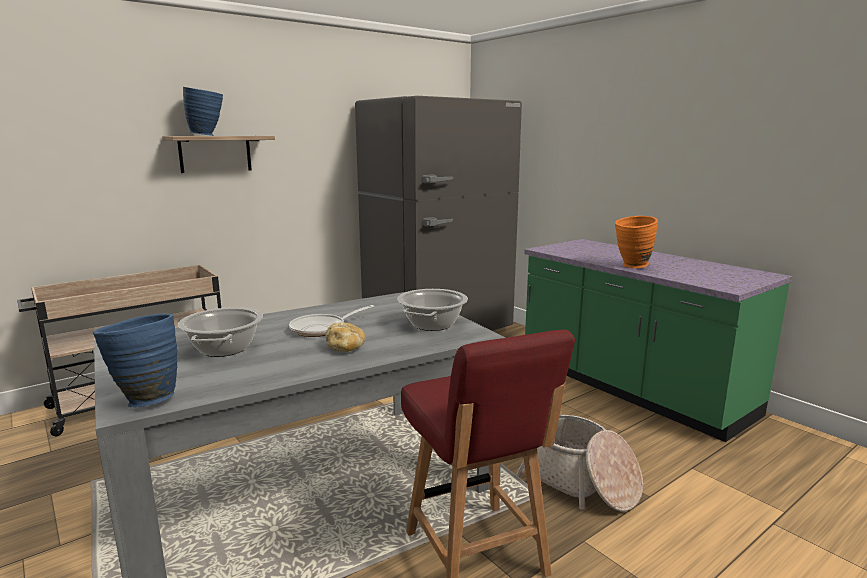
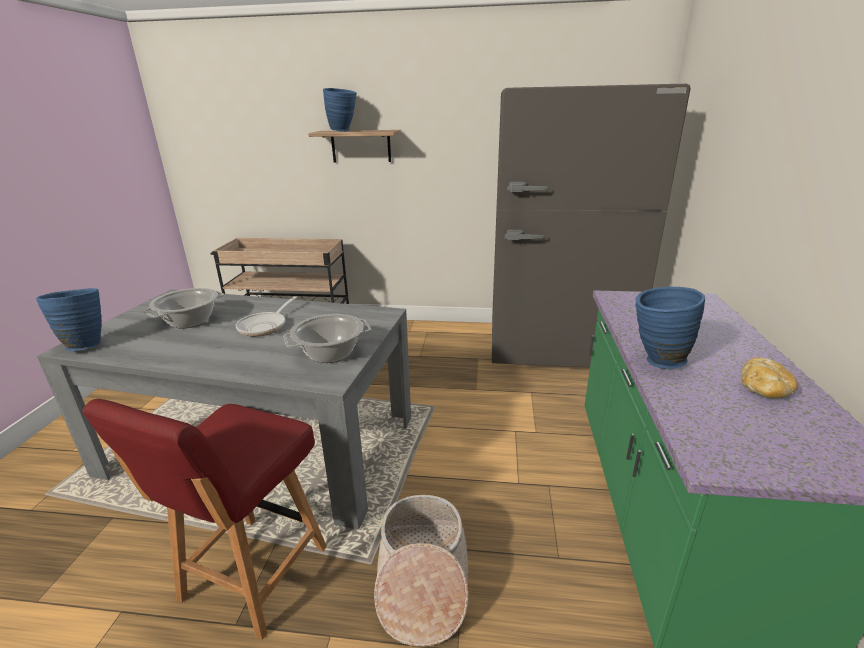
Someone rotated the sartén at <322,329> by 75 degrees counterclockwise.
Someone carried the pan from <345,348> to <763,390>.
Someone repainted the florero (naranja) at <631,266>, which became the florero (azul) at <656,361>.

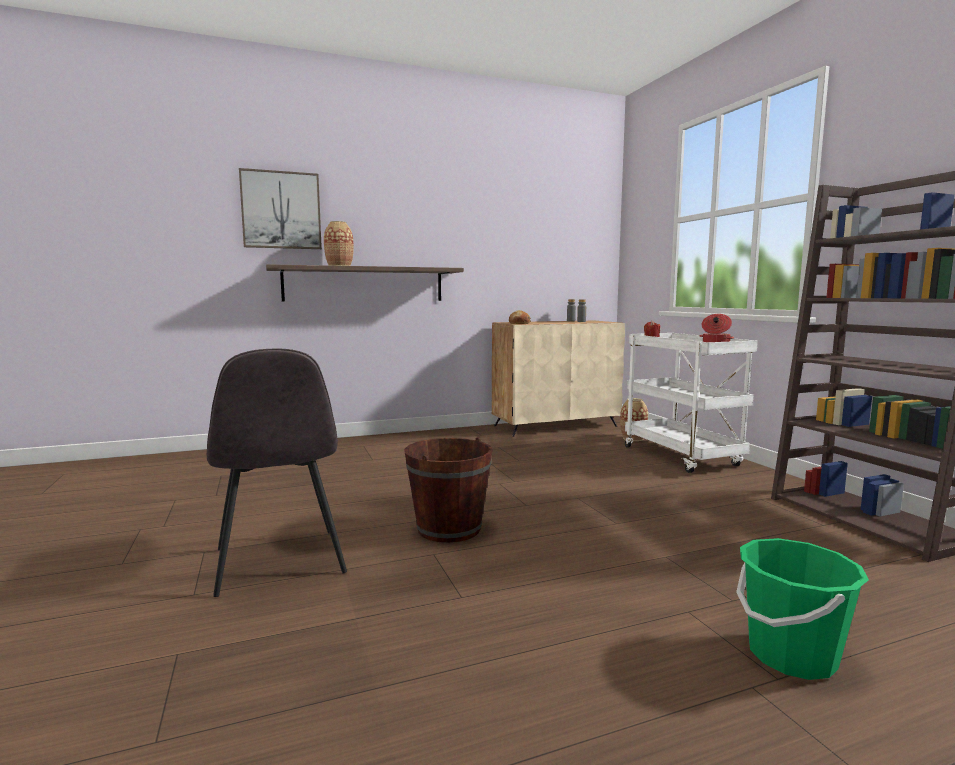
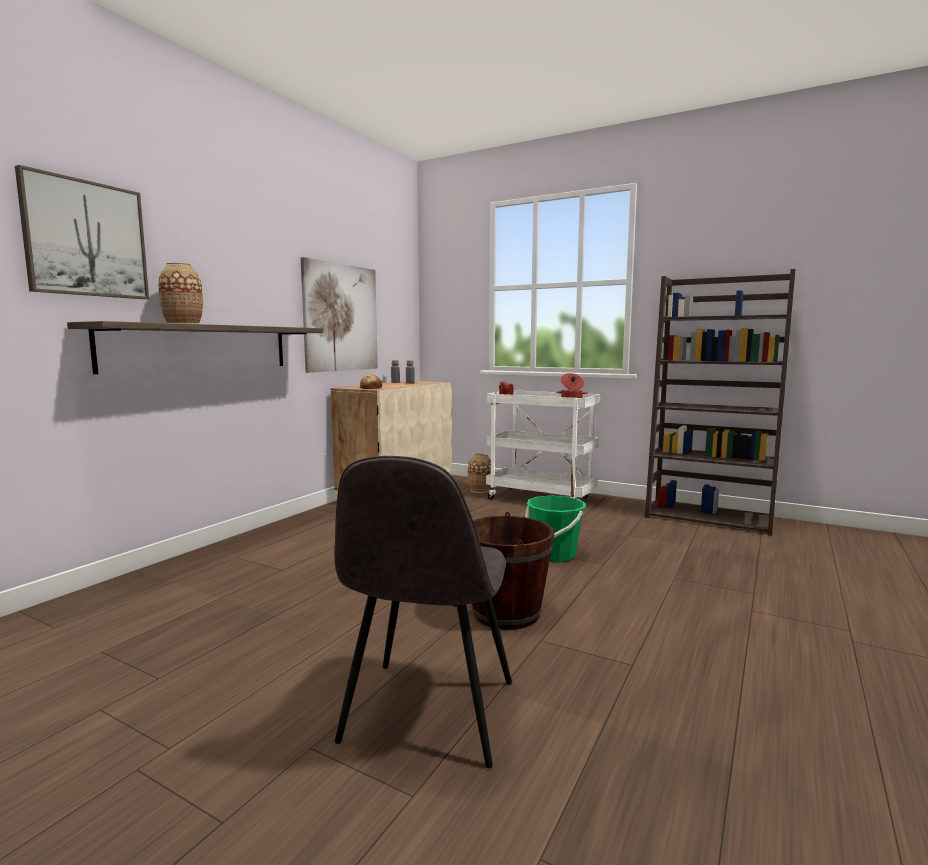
Someone rotated the silla (gris) at <279,563> by 75 degrees clockwise.
Someone carried the cubo (verde) from <791,655> to <554,555>.
Someone put up the cuadro at <341,318>.

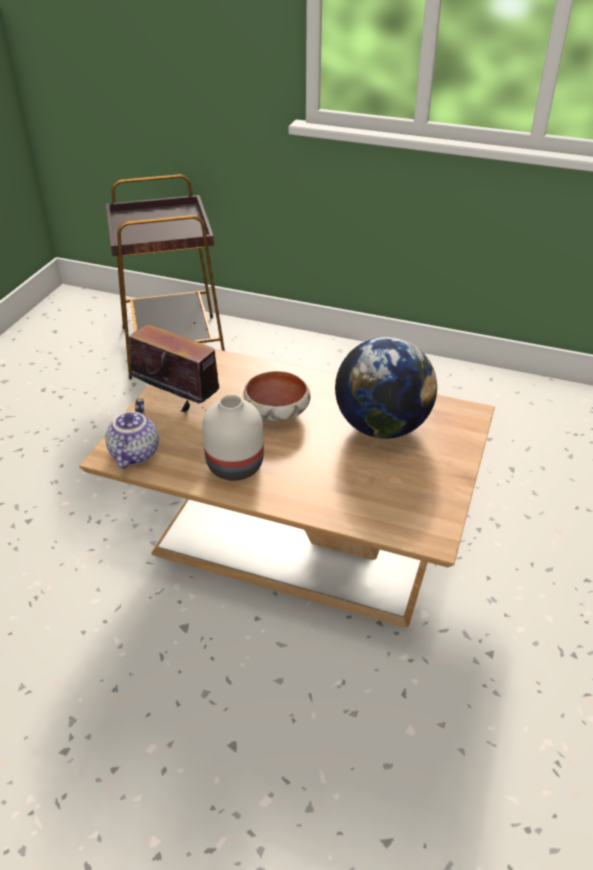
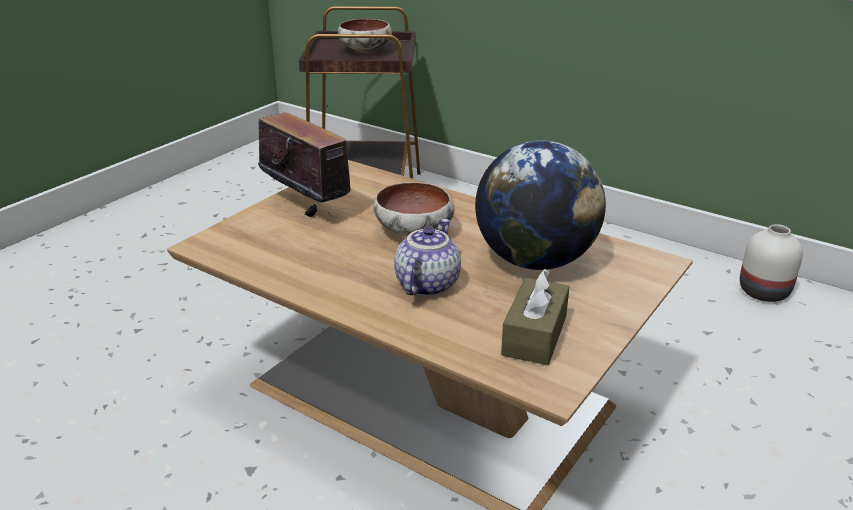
Someone carried the tetera from <133,453> to <426,284>.
Someone carried the florero (blanco) from <237,465> to <765,292>.
Someone put down the cuenco at <366,51>.
Someone put down the caja de pañuelos (marrón) at <534,335>.

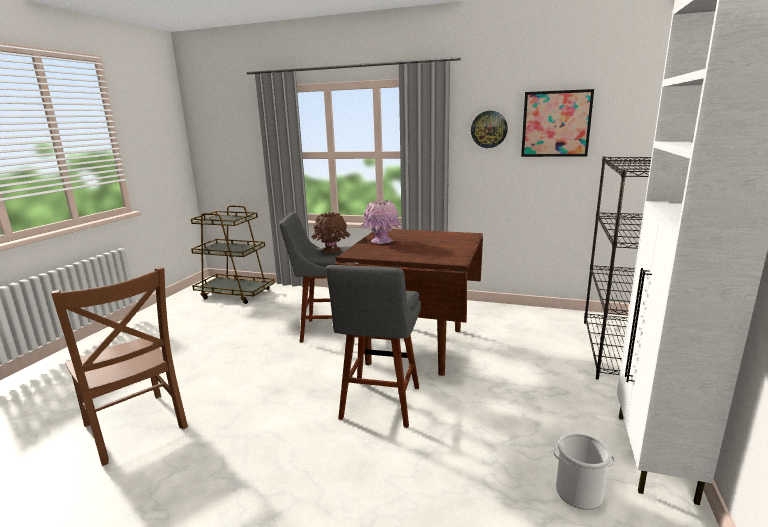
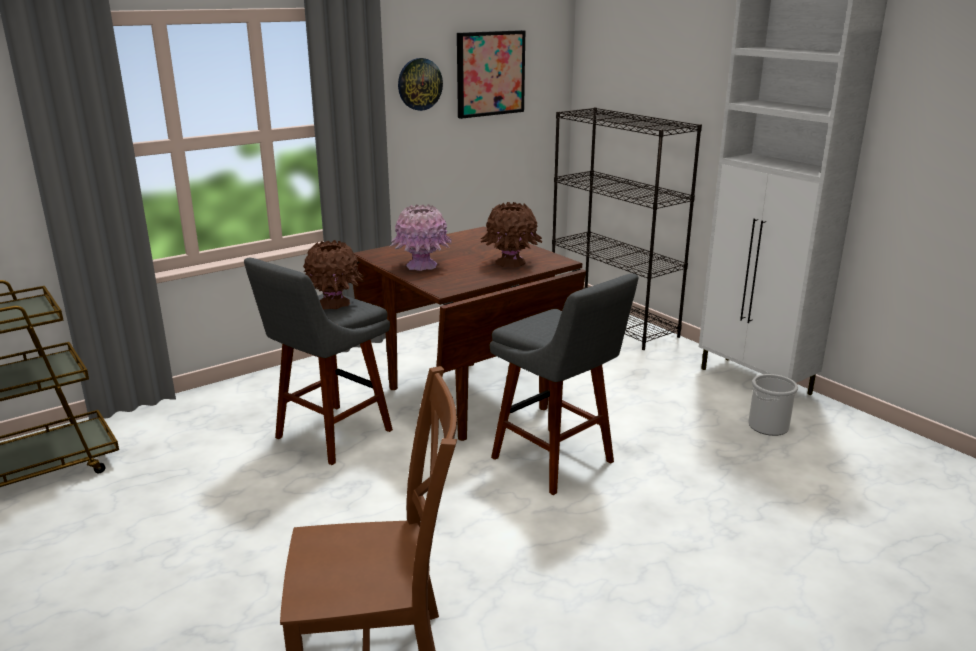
Someone put down the florero (marrón) at <511,263>.

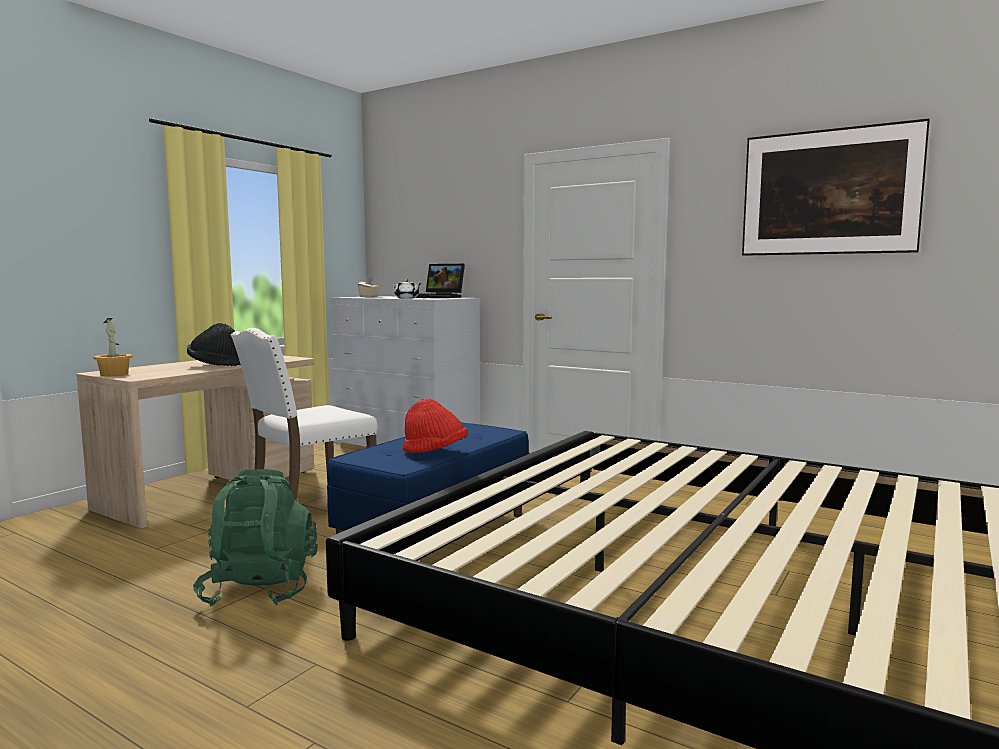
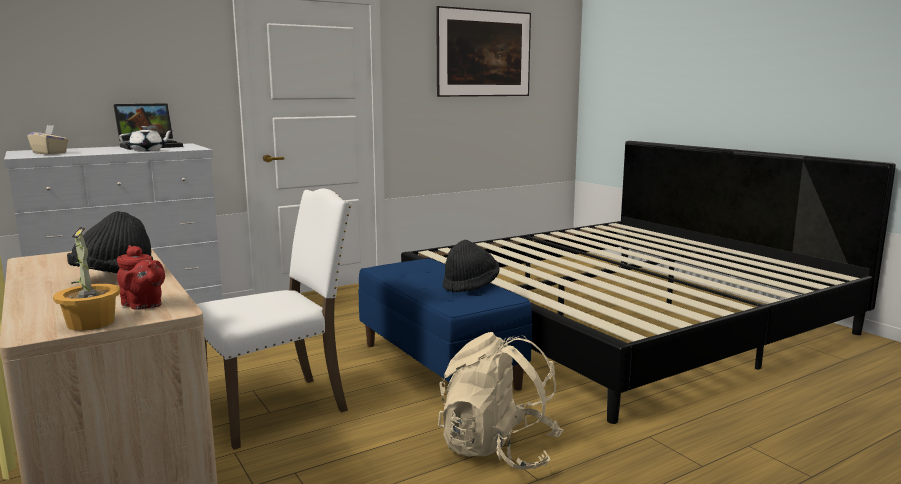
Someone repainted the mochila (verde) at <260,589>, which became the mochila (beis) at <498,450>.
Someone rotated the silla (blanco) at <310,504> by 105 degrees counterclockwise.
Someone repainted the sombrero (rojo) at <435,452>, which became the sombrero (negro) at <470,286>.
Someone put down the tetera (rojo) at <143,305>.

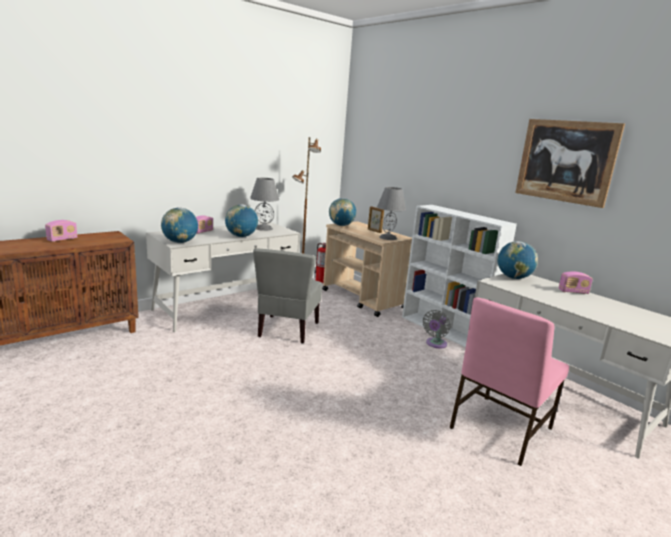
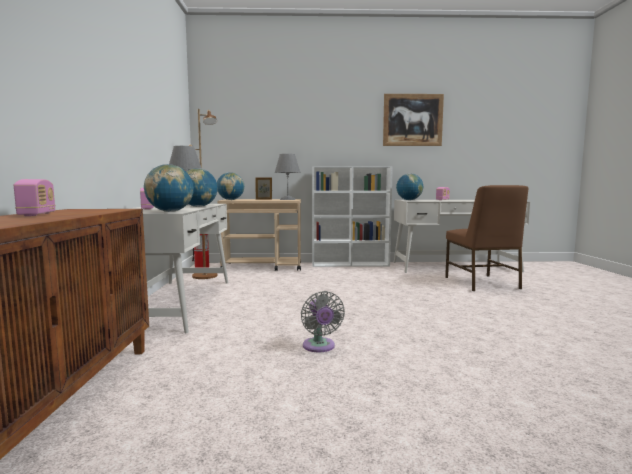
Someone took away the silla (gris) at <287,329>.
Someone carried the ventilador (gris) from <435,344> to <319,347>.
Someone repainted the silla (rosa) at <499,428>, which became the silla (marrón) at <481,283>.

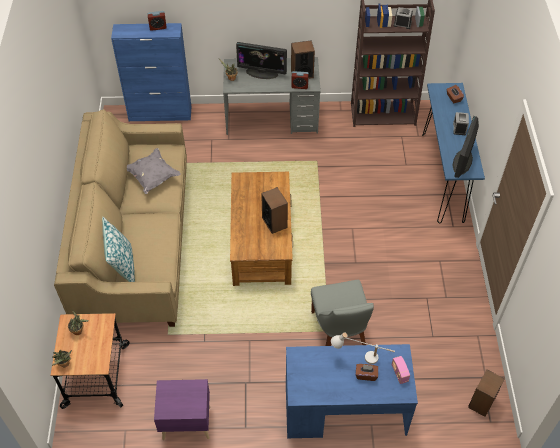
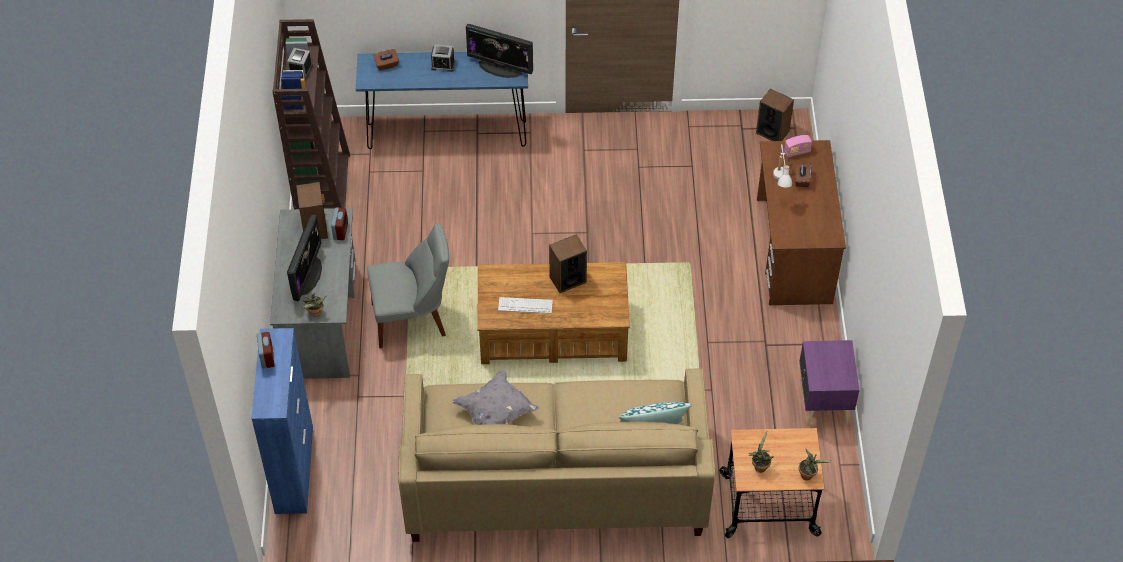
Someone repainted the escritorio (azul) at <344,410>, which became the escritorio (marrón) at <793,251>.
Someone carried the silla (gris) from <339,333> to <412,319>.
Someone put down the teclado at <525,306>.

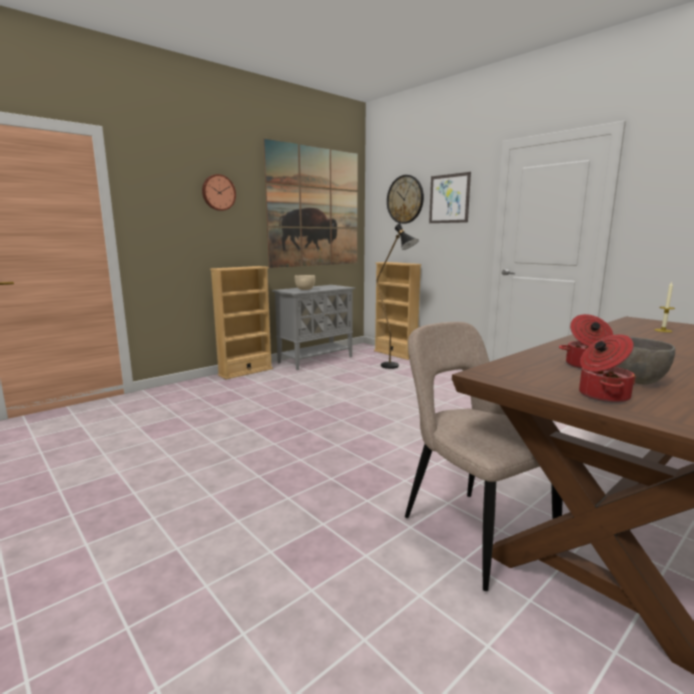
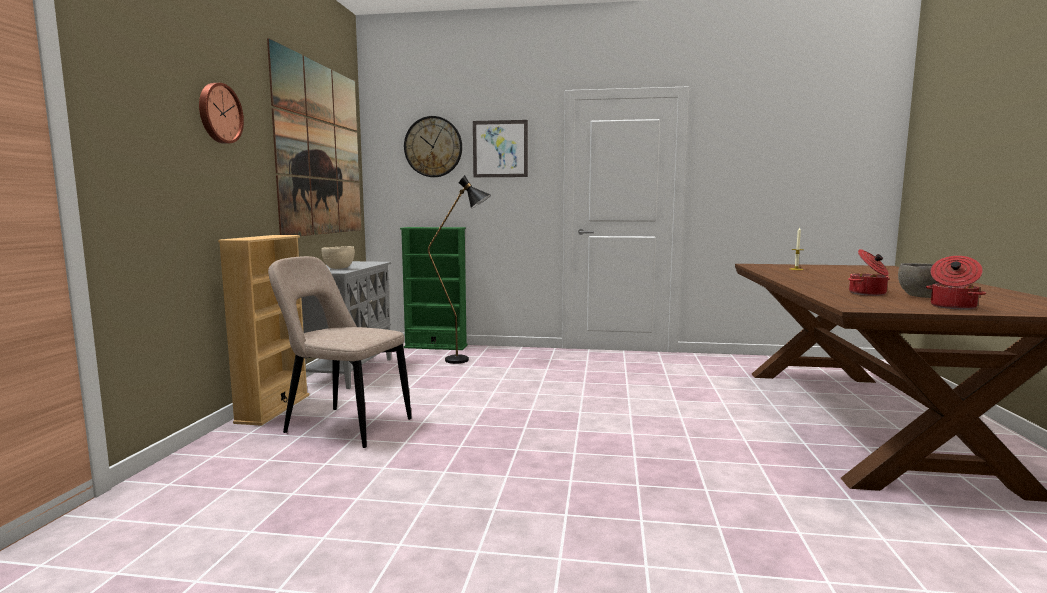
Someone repainted the estantería (beis) at <395,354>, which became the estantería (verde) at <436,346>.
Someone carried the silla (beis) from <471,531> to <343,426>.

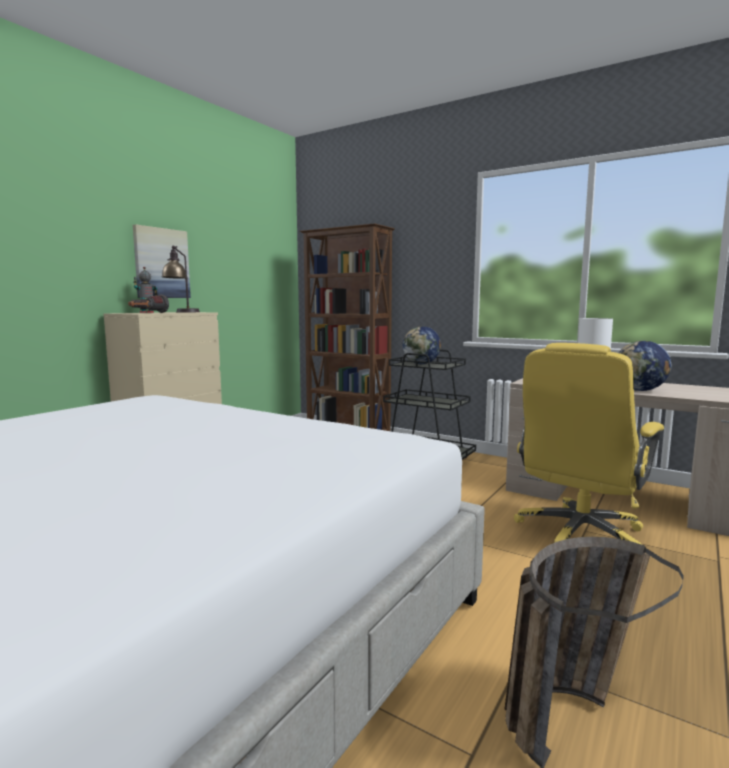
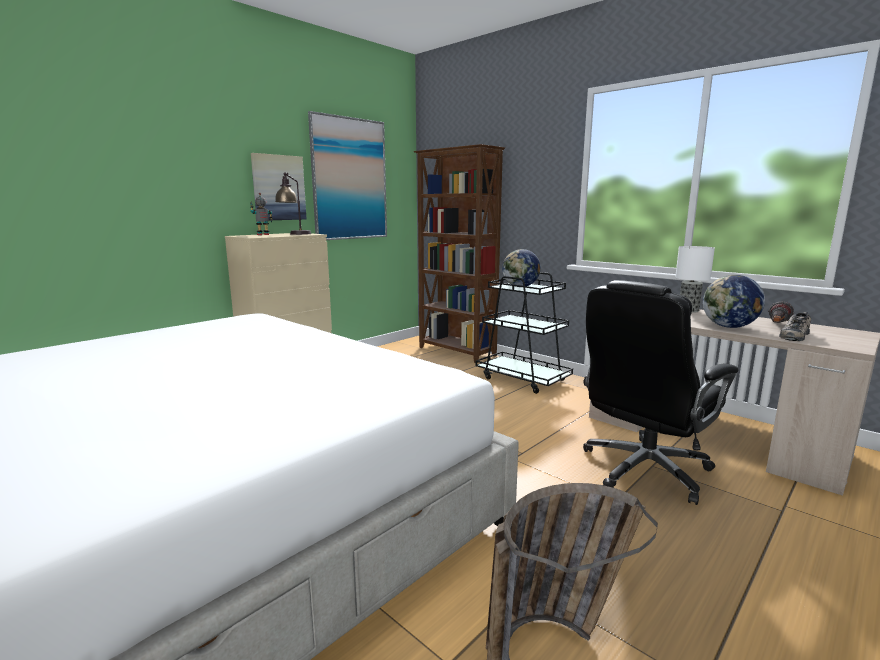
Someone carried the linterna from <148,313> to <777,326>.
Someone repainted the silla de oficina (amarillo) at <579,535>, which became the silla de oficina (negro) at <644,470>.
Someone put up the cuadro at <349,179>.
Someone put down the zapato at <793,335>.

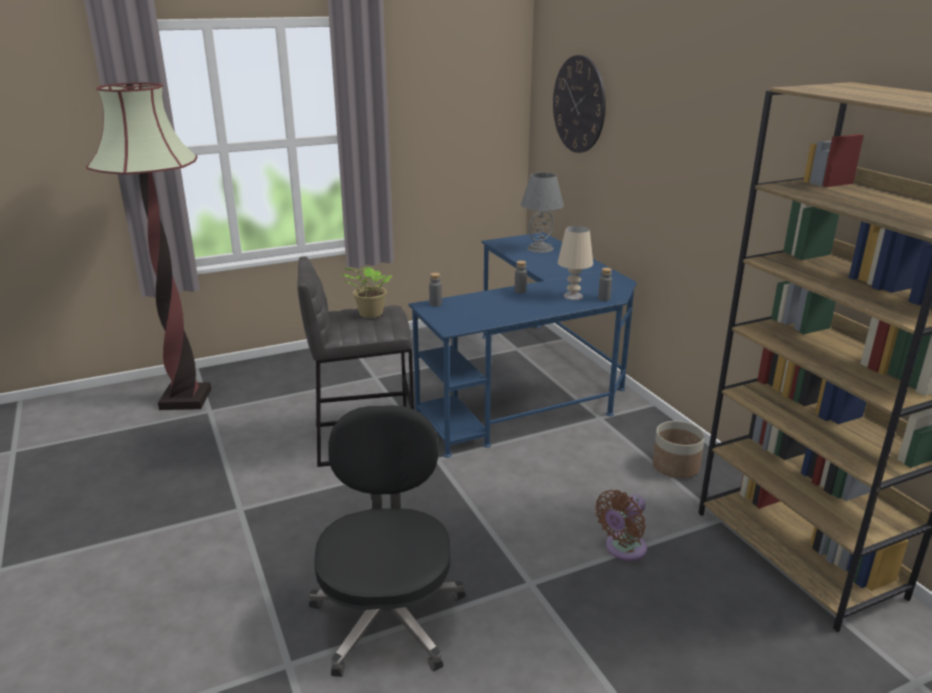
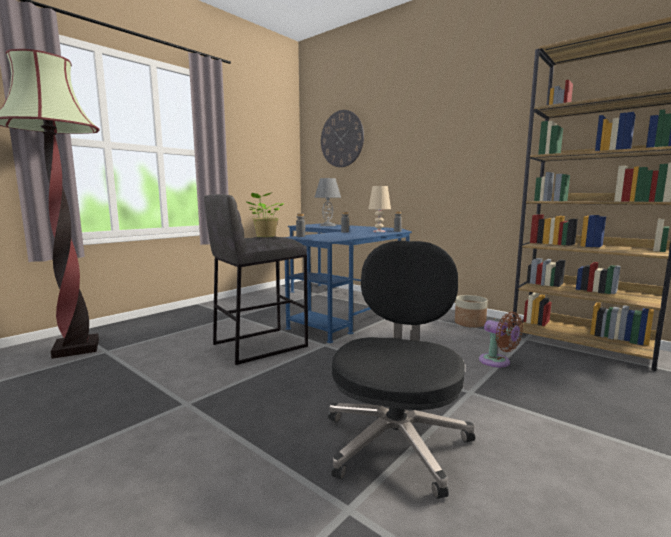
Someone rotated the silla de oficina (negro) at <388,616> by 45 degrees clockwise.
Someone rotated the ventilador (marrón) at <623,549> by 60 degrees counterclockwise.

